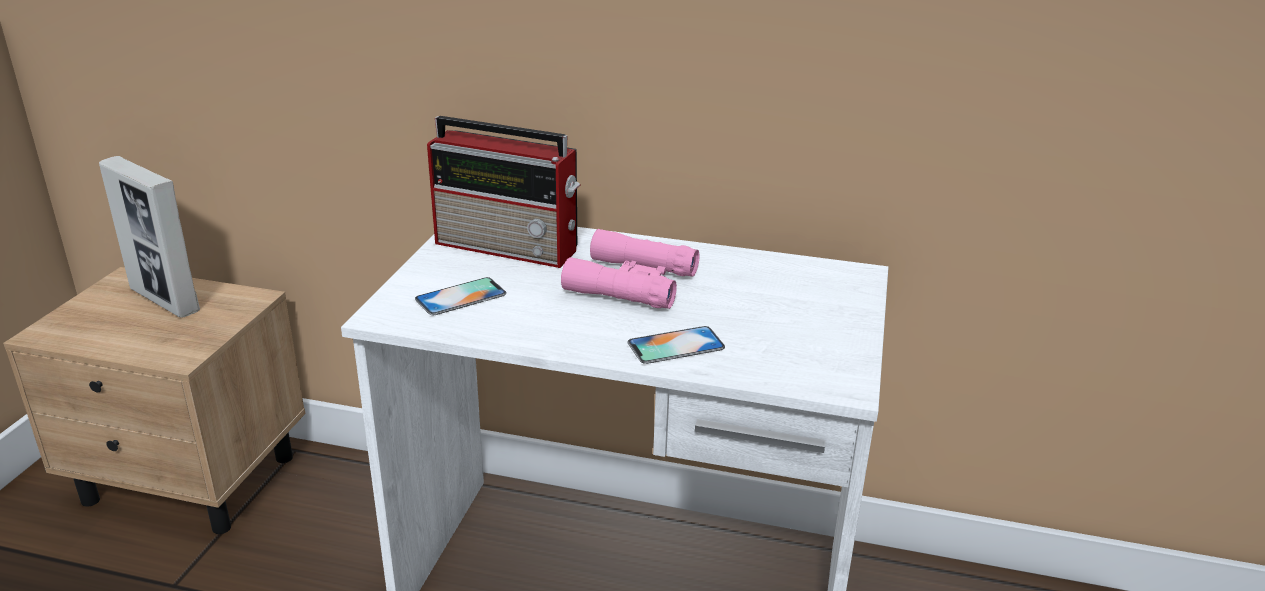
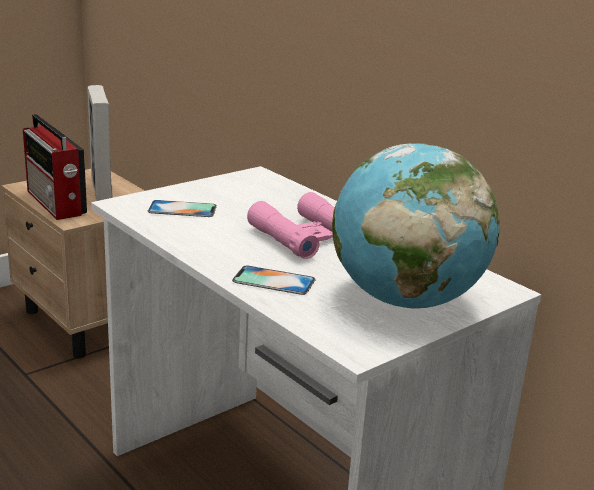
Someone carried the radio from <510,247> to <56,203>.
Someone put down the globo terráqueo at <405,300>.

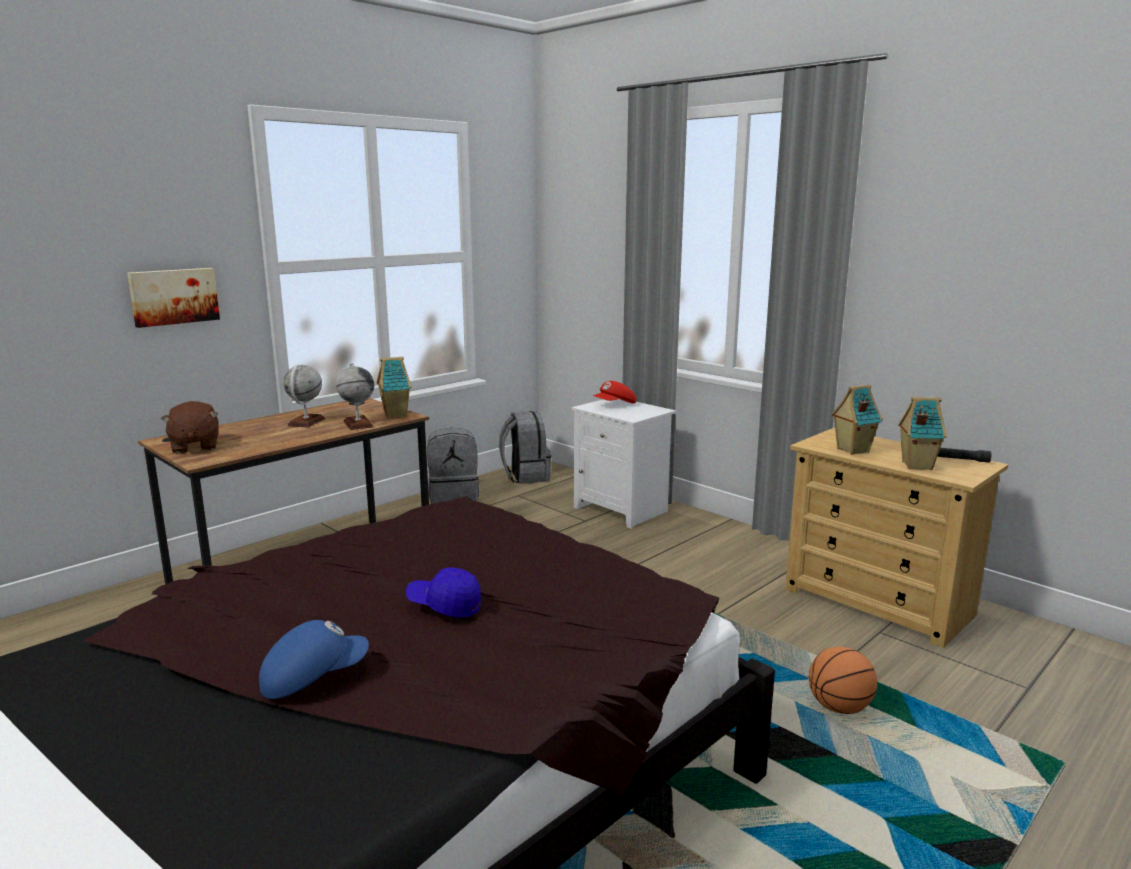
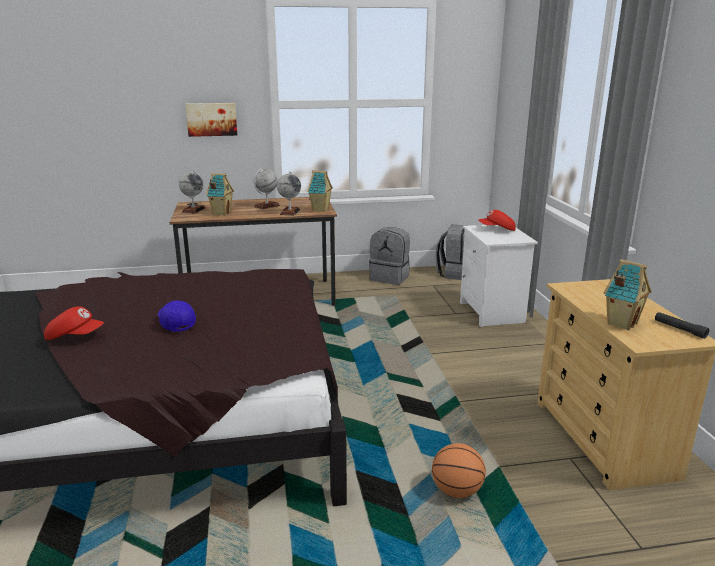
Someone swapped the peluche (marrón) at <194,447> for the globo terráqueo at <193,210>.
Someone repainted the gorra (azul) at <313,678>, which became the gorra (rojo) at <75,337>.
Someone carried the casita from <852,450> to <221,213>.

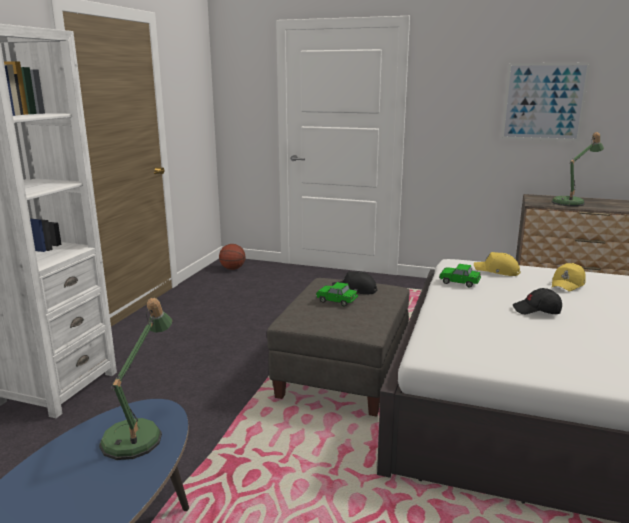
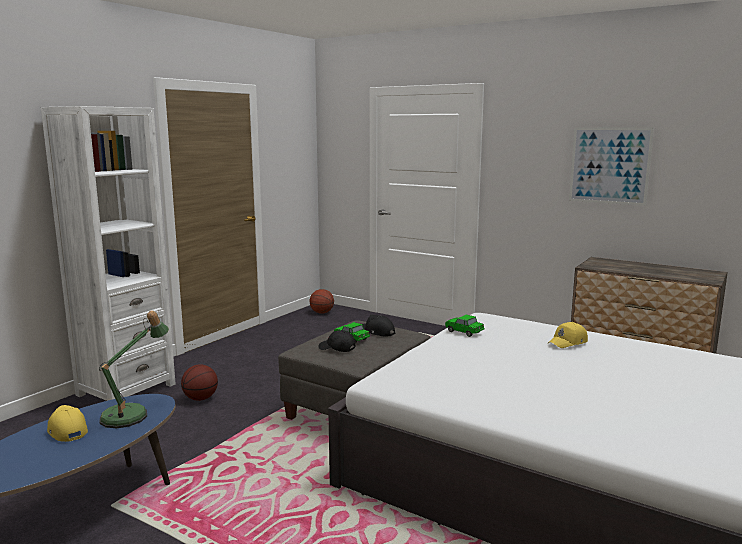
Someone carried the gorra (amarillo) from <497,271> to <66,430>.
Someone carried the gorra (negro) from <536,310> to <337,348>.
Someone took away the lámpara de mesa at <571,202>.
Someone put down the balón de baloncesto at <200,398>.

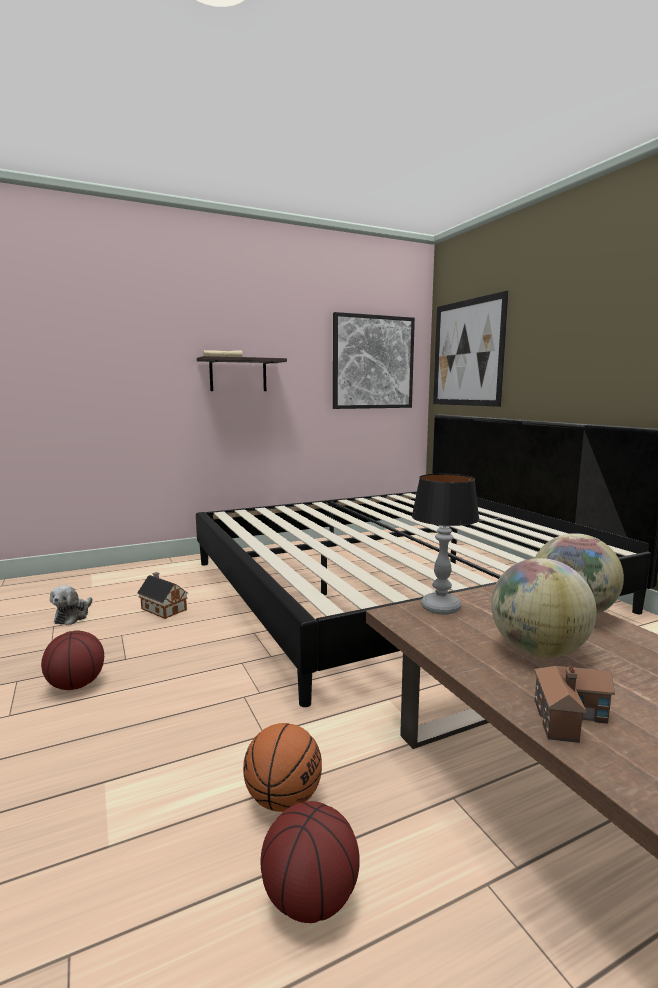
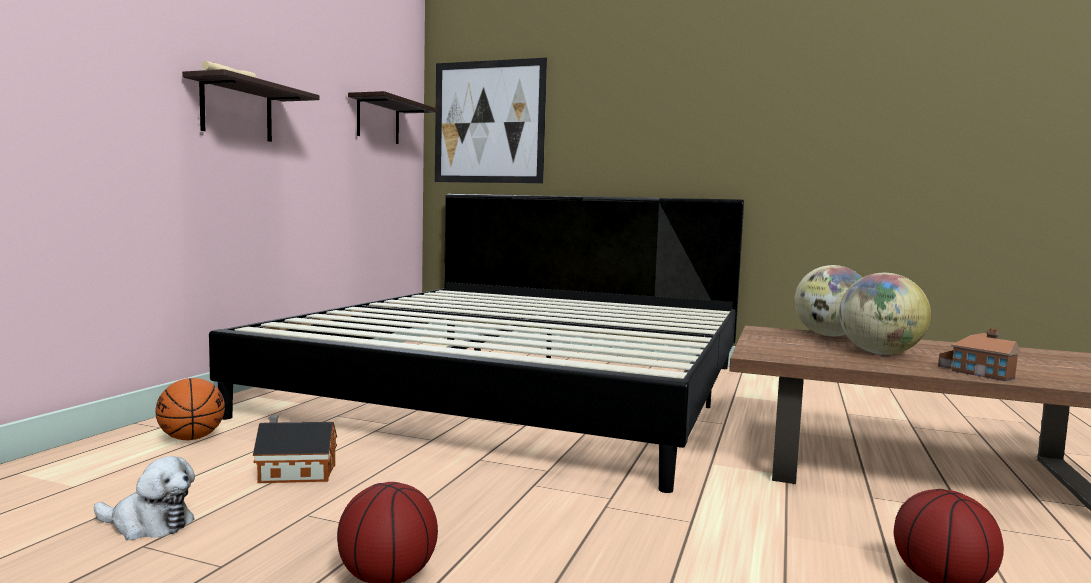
Someone rotated the peluche at <73,616> by 45 degrees counterclockwise.
Someone carried the balón de baloncesto from <283,799> to <191,438>.
Someone swapped the cuadro at <373,362> for the estante at <378,120>.
Someone took away the lámpara de mesa at <441,607>.

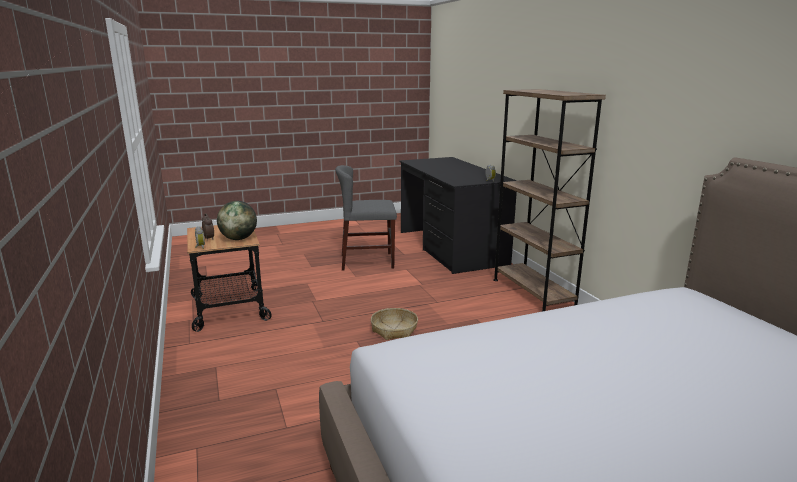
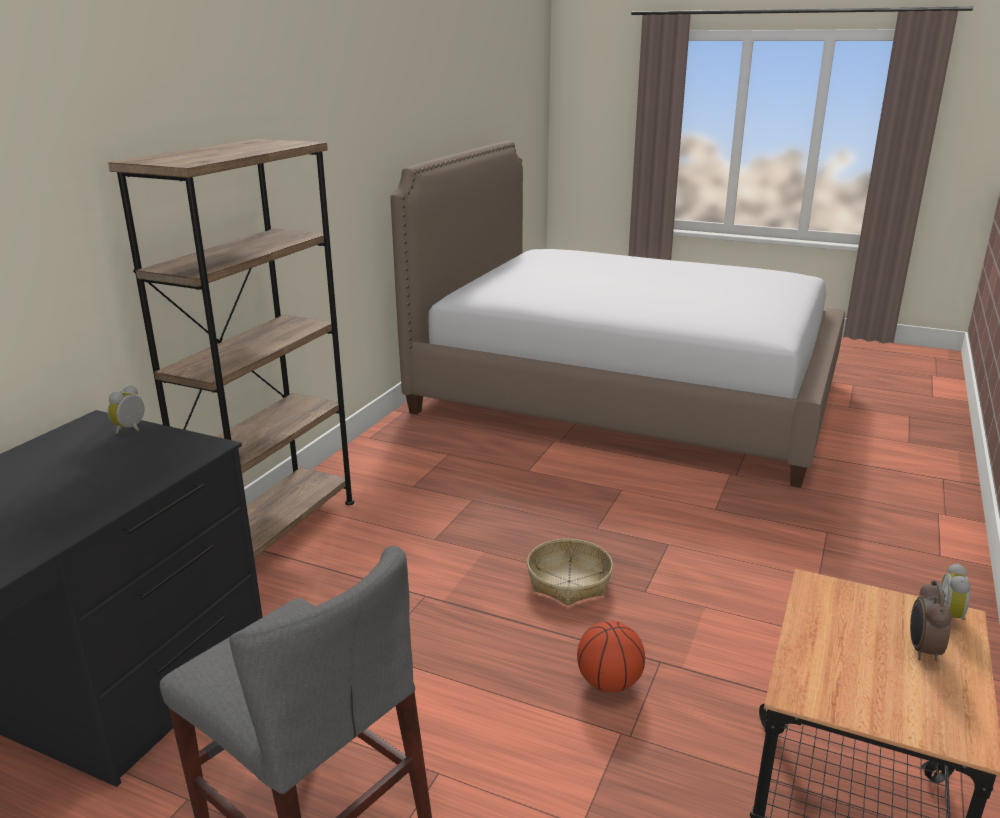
Someone took away the globo terráqueo at <238,239>.
Someone put down the balón de baloncesto at <609,683>.

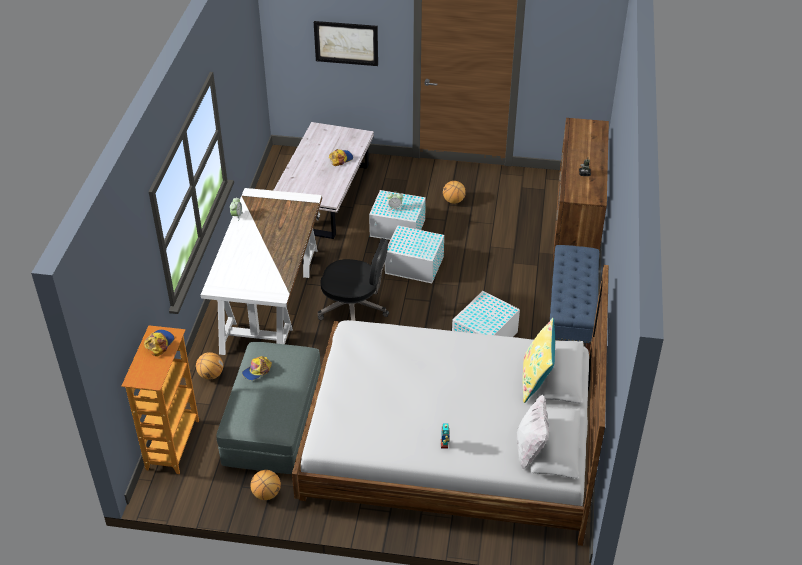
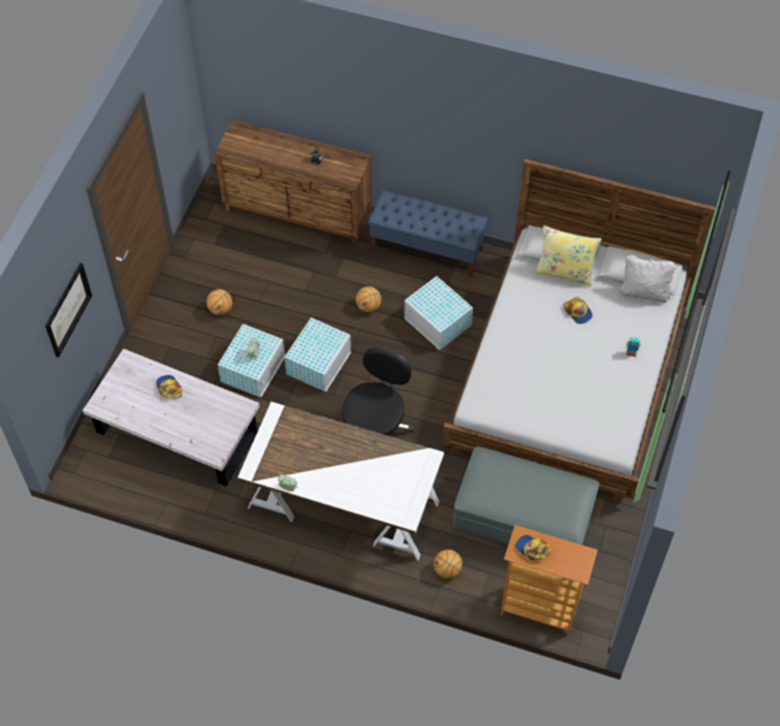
Someone carried the gorra from <257,371> to <578,312>.
Someone carried the balón de baloncesto from <266,494> to <368,306>.

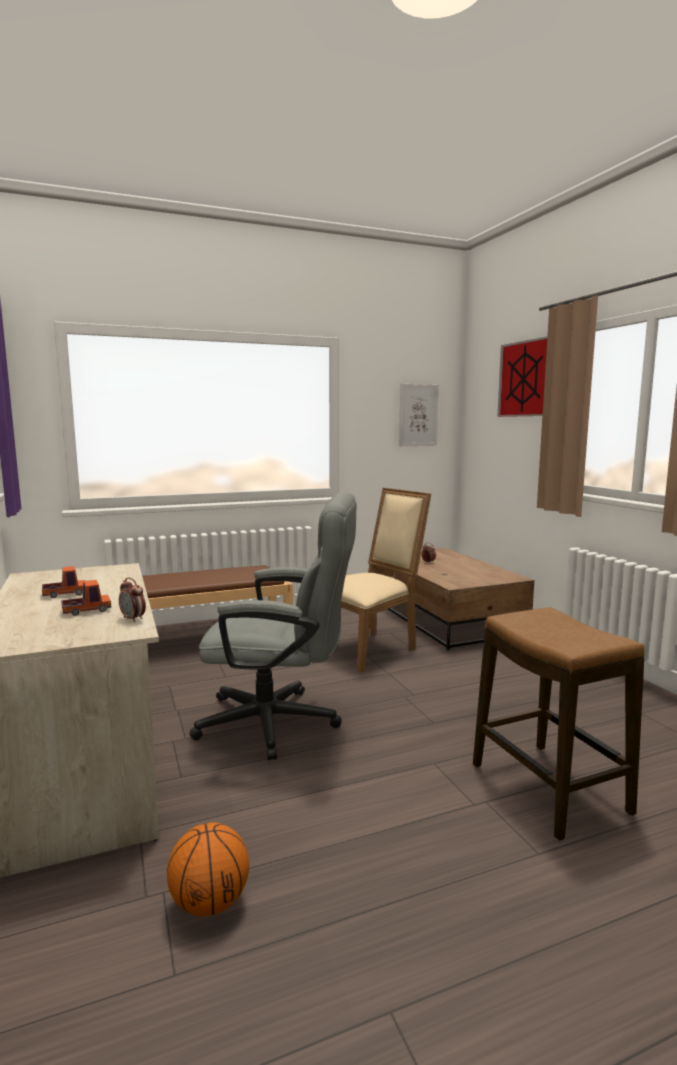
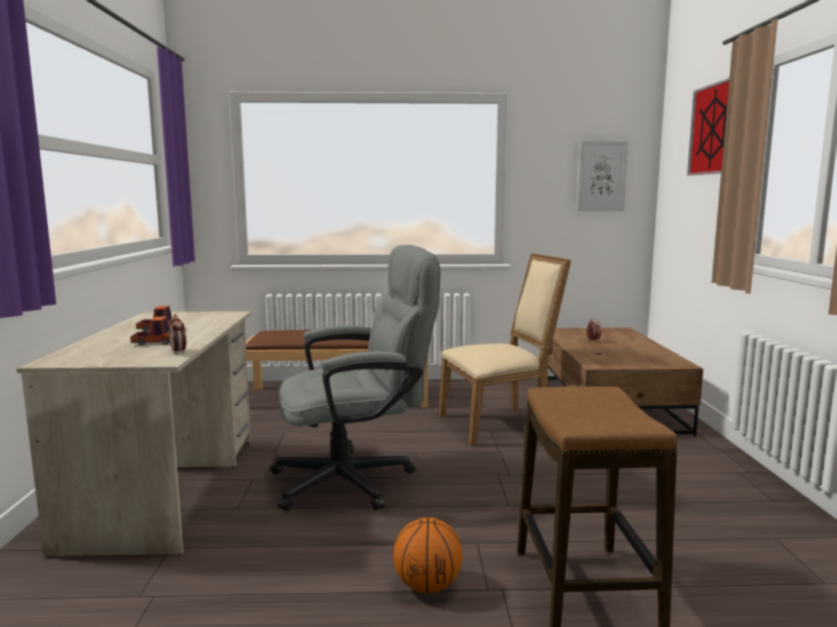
Someone carried the balón de baloncesto from <210,903> to <427,586>.
Someone rotated the silla de oficina (gris) at <281,723> by 45 degrees counterclockwise.

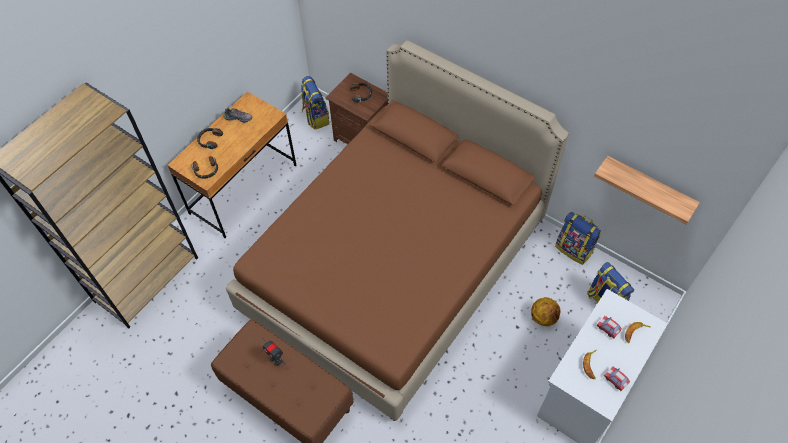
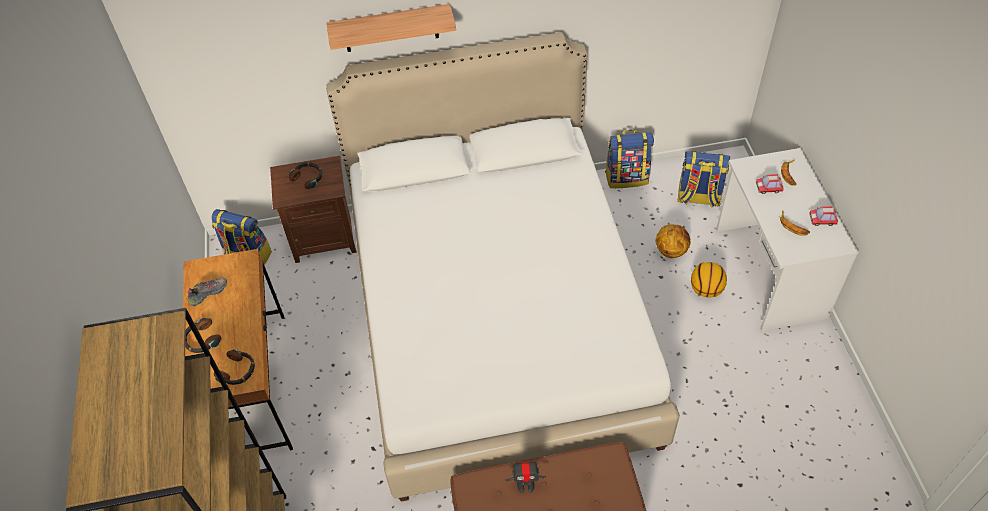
Someone repainted the cama (marrón) at <395,265>, which became the cama (blanco) at <497,321>.
Someone carried the estante from <648,187> to <391,28>.
Someone put down the balón de baloncesto at <705,290>.

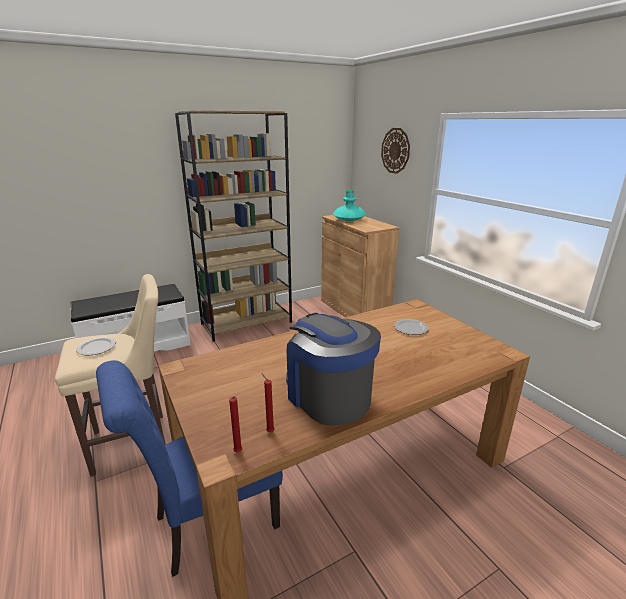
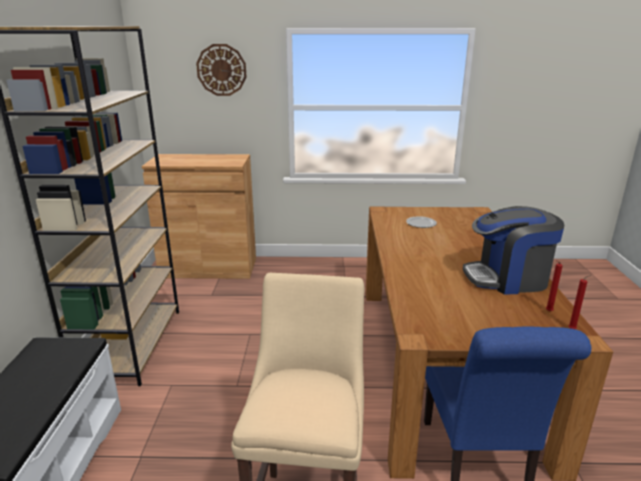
Someone took away the plato at <96,348>.
Someone took away the florero (turquesa) at <349,220>.

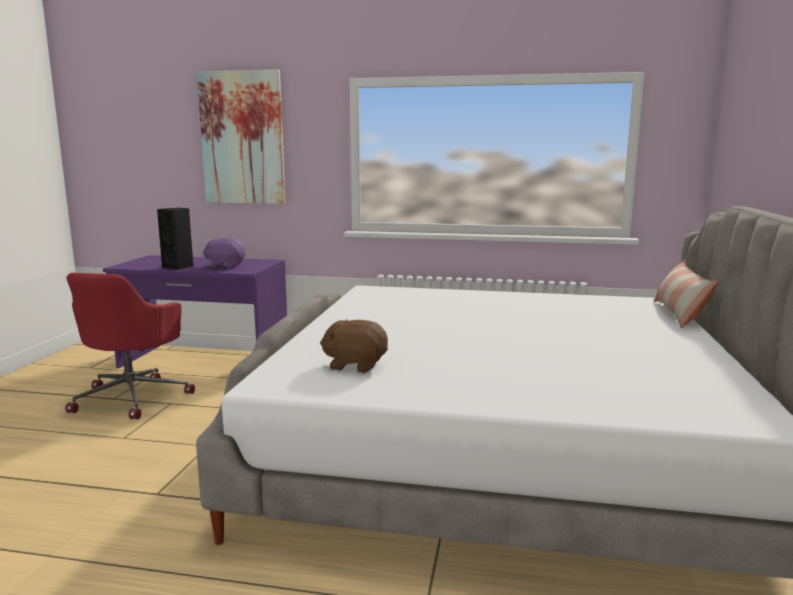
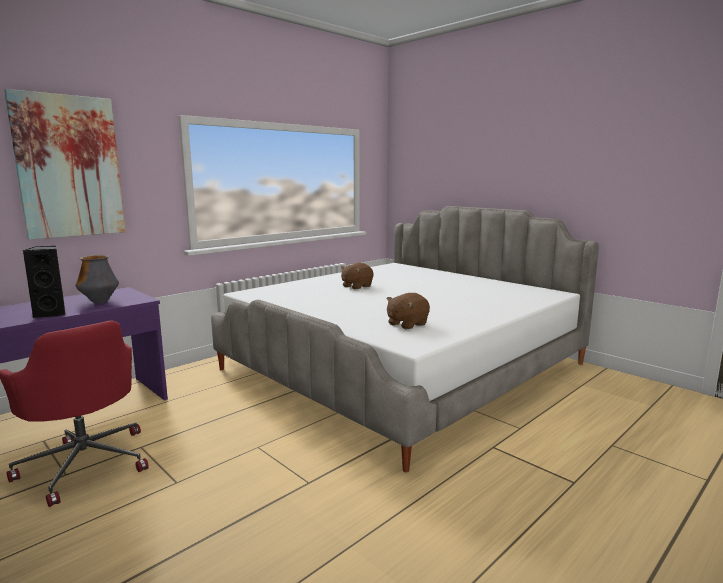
Someone swapped the peluche (morado) at <225,266> for the florero at <100,302>.
Someone took away the cojín at <679,314>.
Someone put down the peluche (marrón) at <356,286>.

